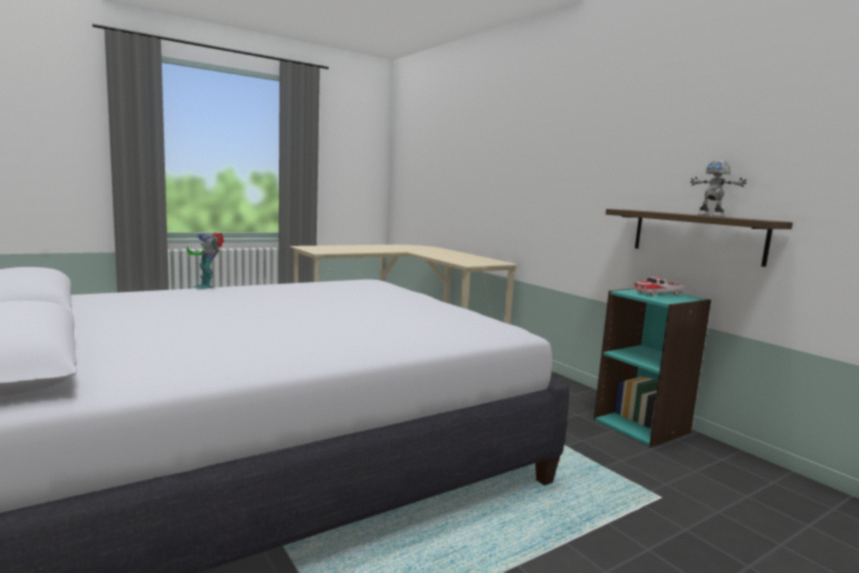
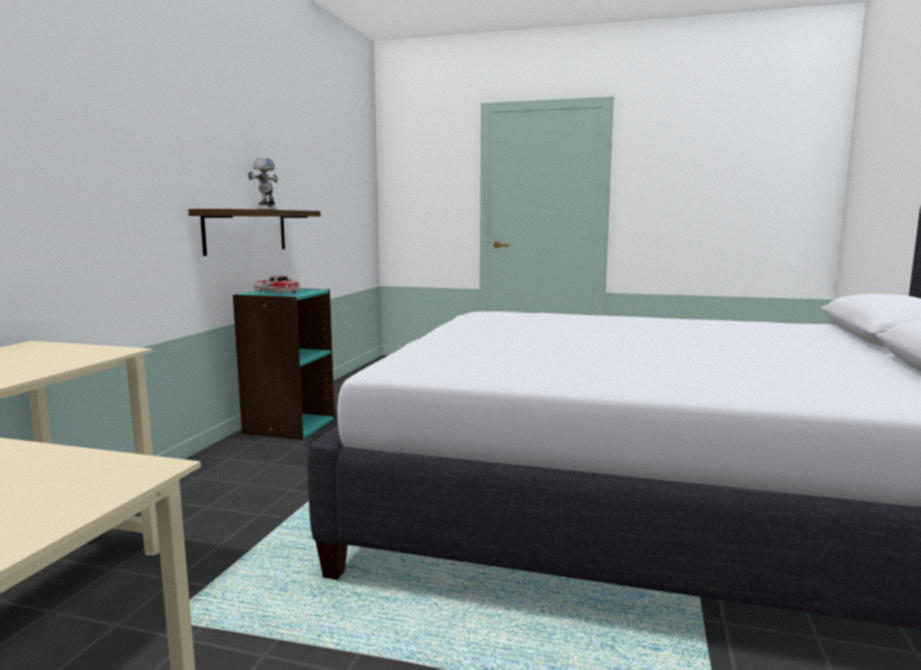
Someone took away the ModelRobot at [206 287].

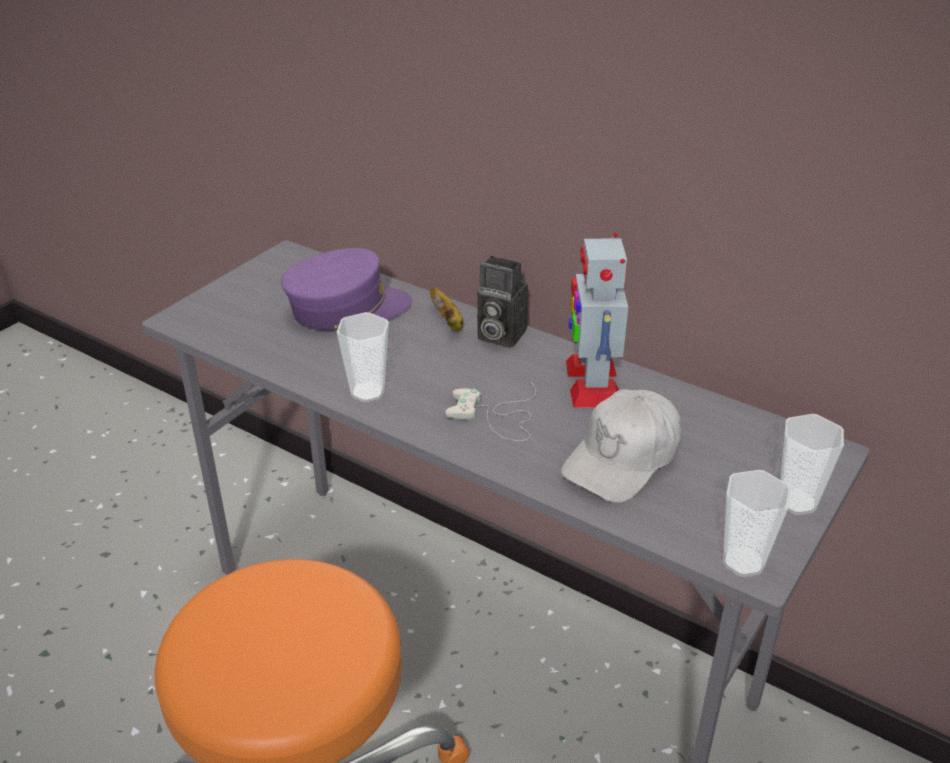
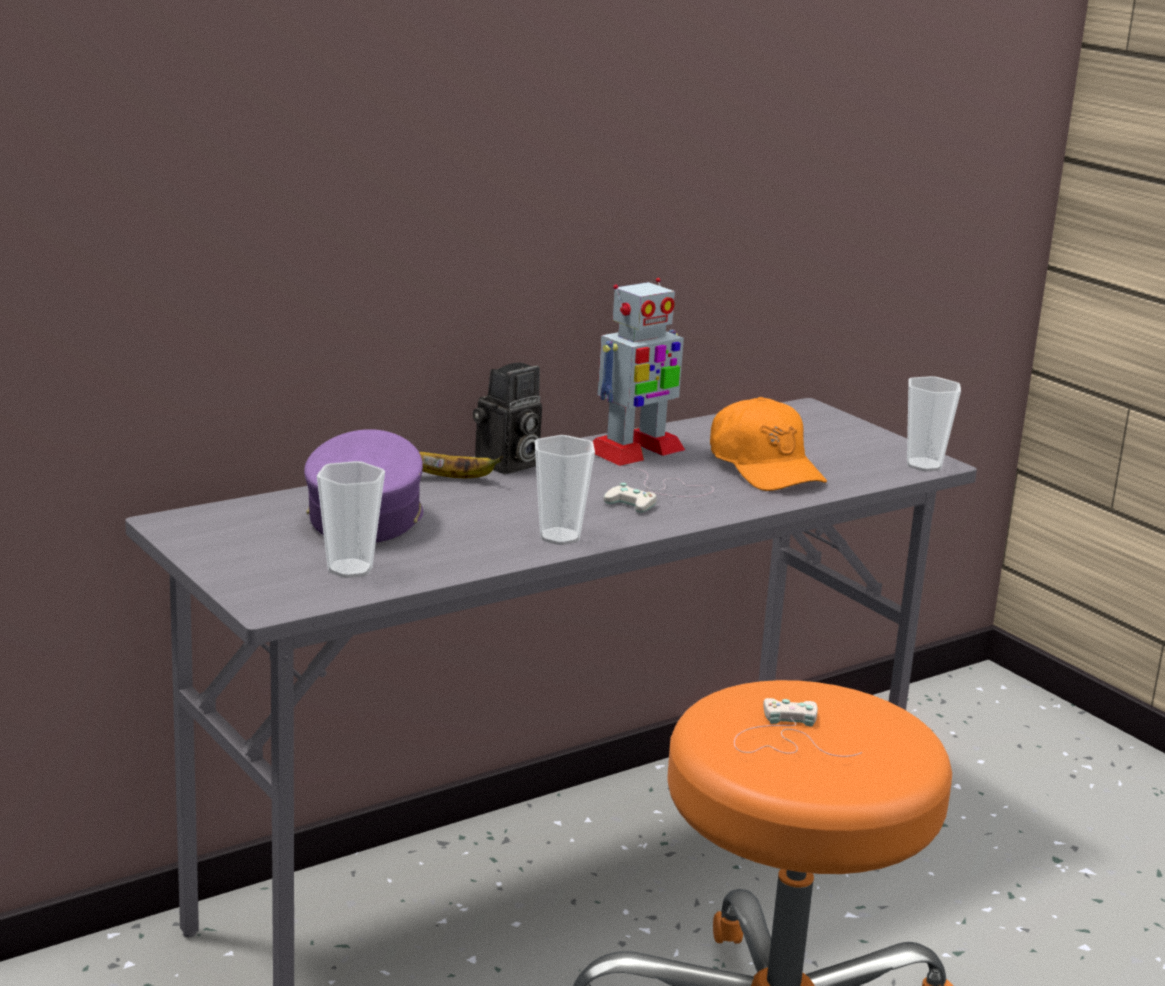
Someone rotated the ModelRobot at [592 382] by 60 degrees counterclockwise. Someone repainted the WhiteColouredPeakedCap at [623 459], which became the OrangeColouredPeakedCap at [764 468]. Someone carried the Cup from [796 502] to [350 569]. Someone put down the WhiteColouredGameController at [784 738].

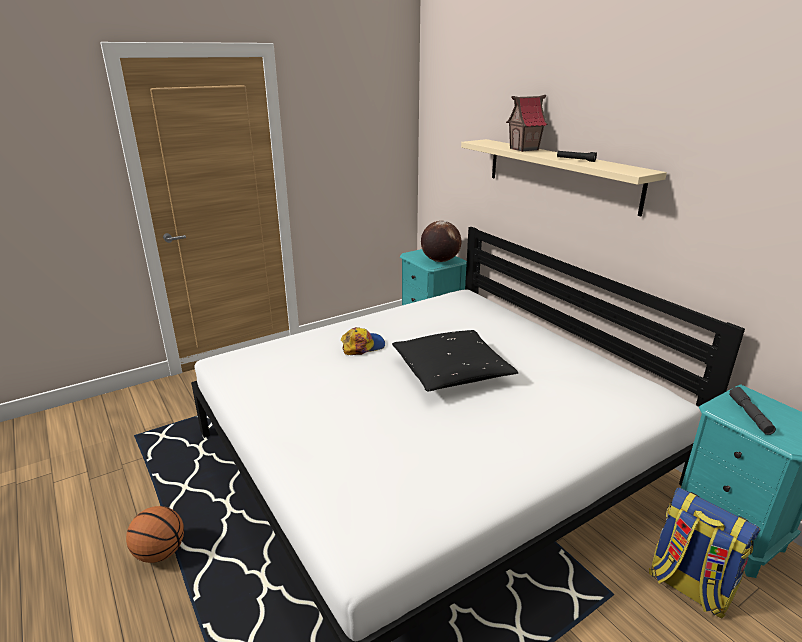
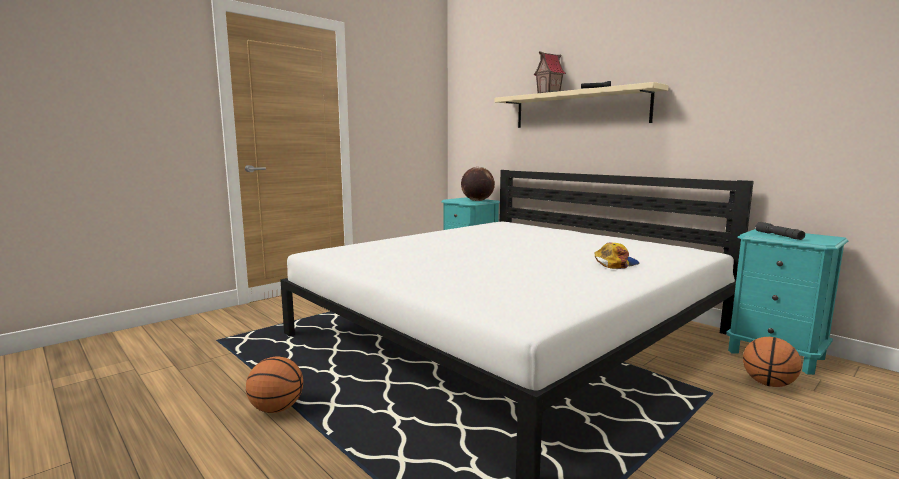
Someone carried the PeakedCap from [363 346] to [615 263]. Someone took away the BlackishPillow at [451 372]. Someone swapped the Rucksack at [688 586] for the BasketballBall at [768 384].

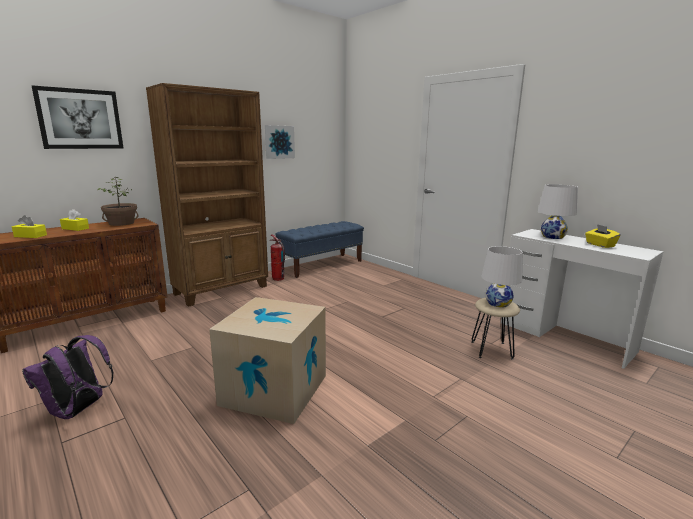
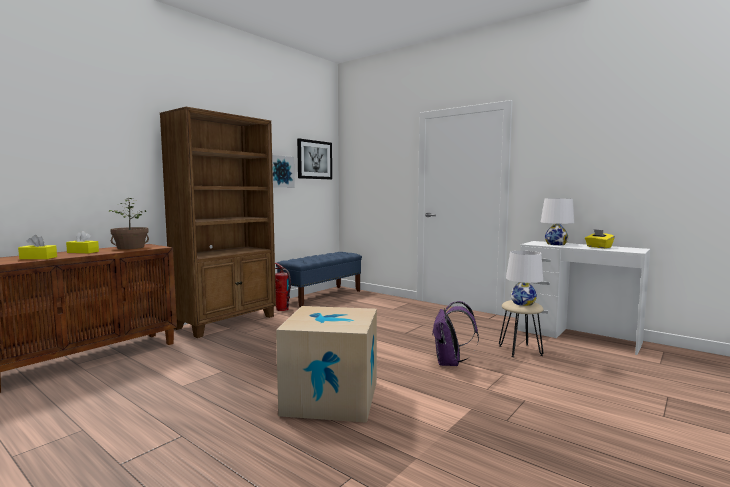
Someone carried the Picture from [80 119] to [314 160]. Someone carried the PurpleRucksack from [78 410] to [450 363].

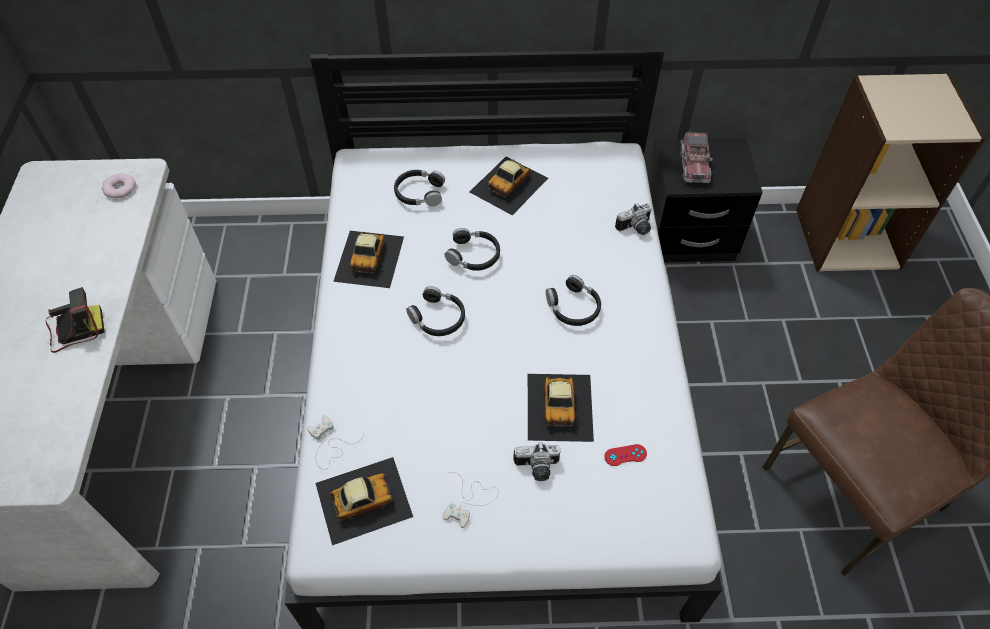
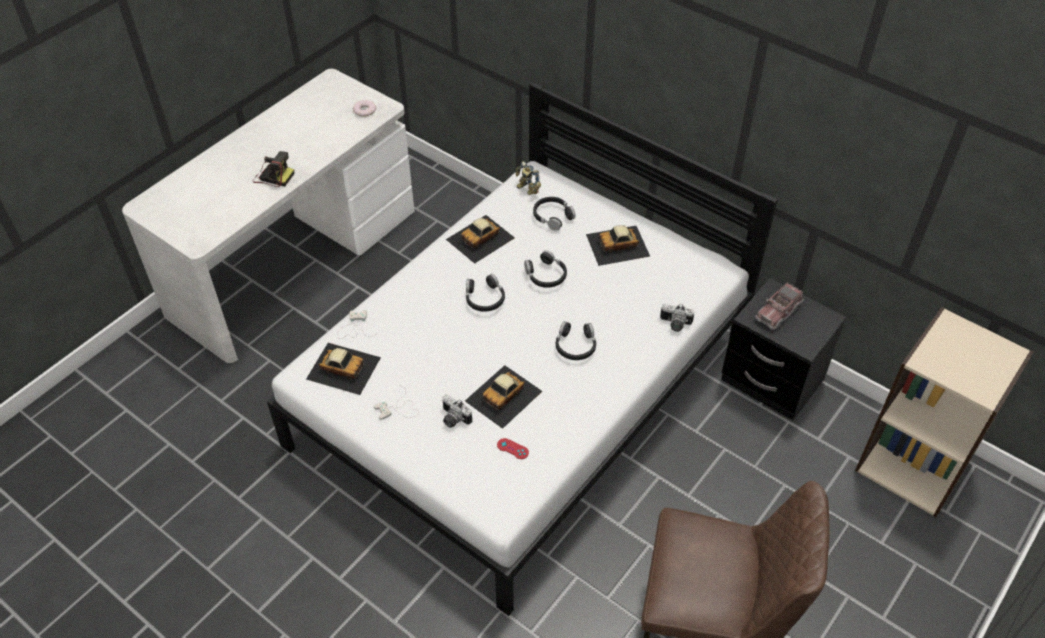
Someone put down the ModelRobot at [526 189].

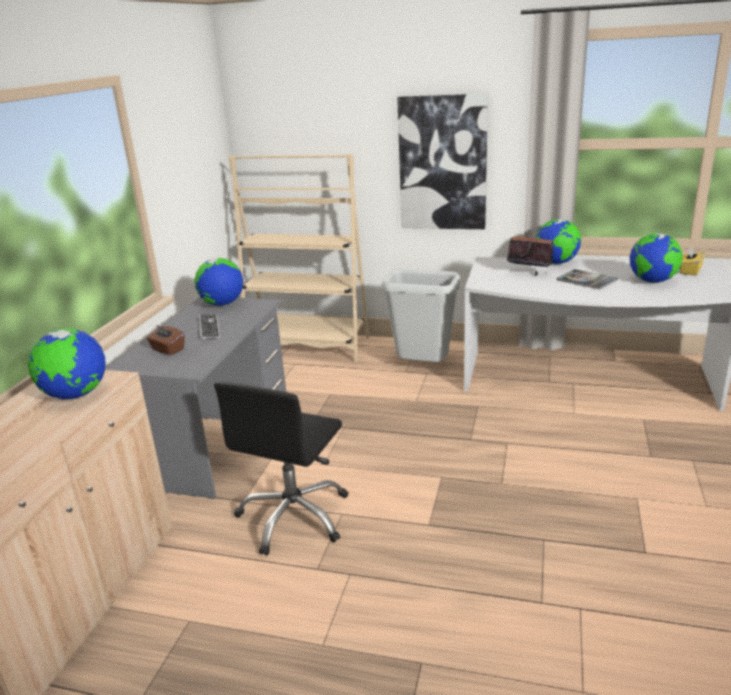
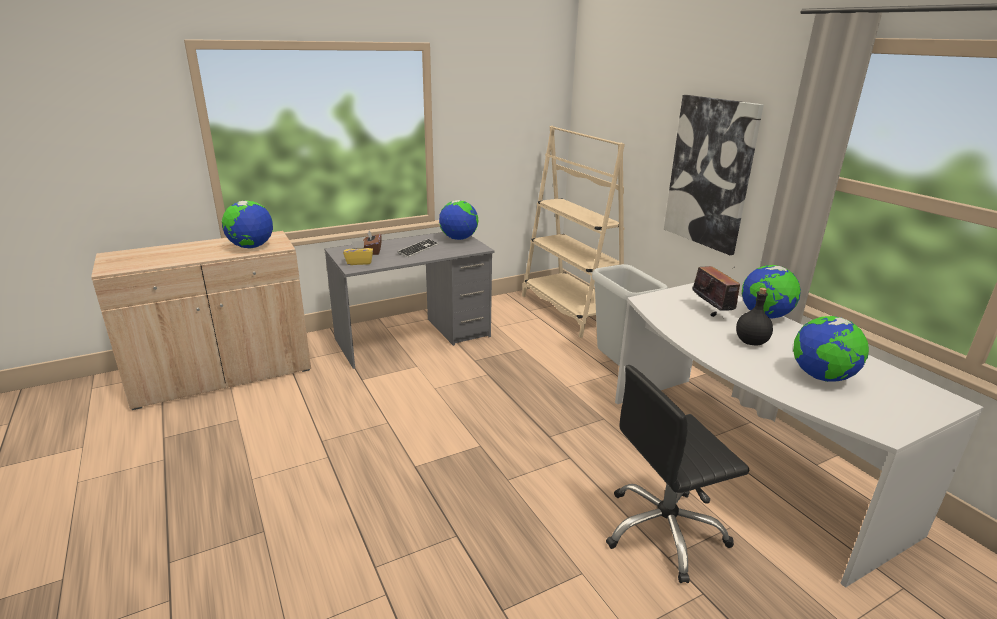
Someone carried the YellowTissueHolder from [690 271] to [359 262]. Someone swapped the Volume at [586 280] for the BlackishDrinkBottle at [751 342]. Someone carried the BlackishComputerChair from [294 516] to [664 531].

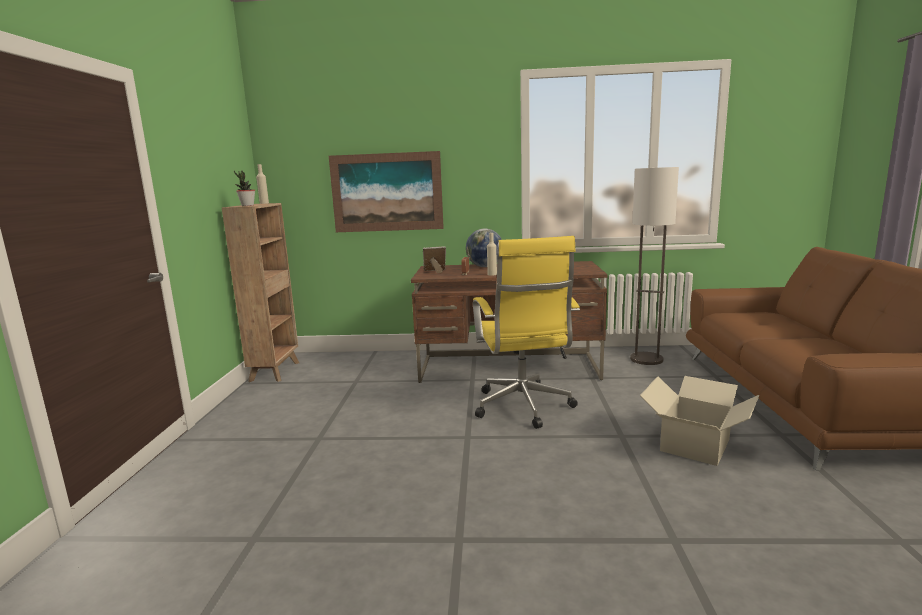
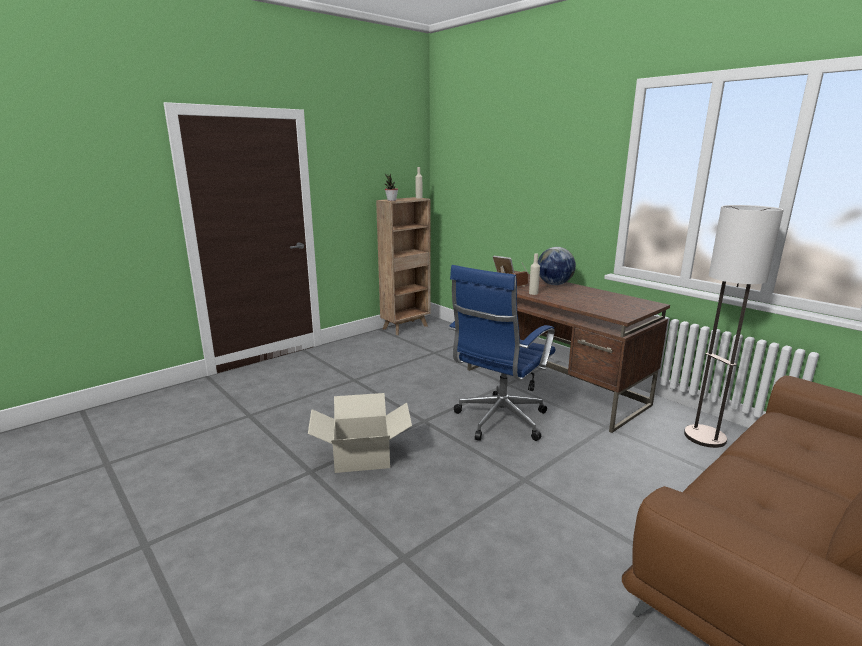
Someone took away the Picture at [387 192]. Someone repainted the YellowComputerChair at [523 408], which became the BlueComputerChair at [498 421]. Someone carried the Carton from [696 445] to [362 457].

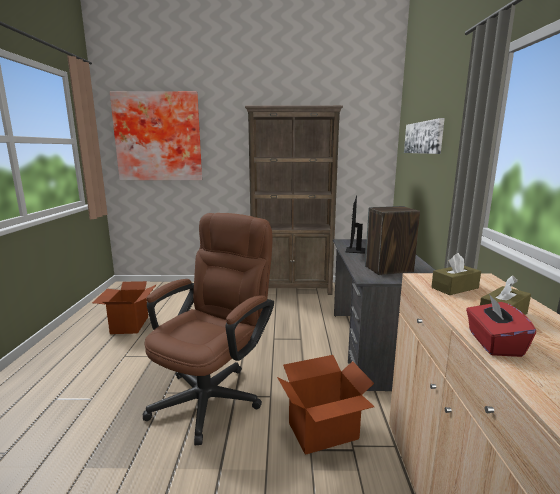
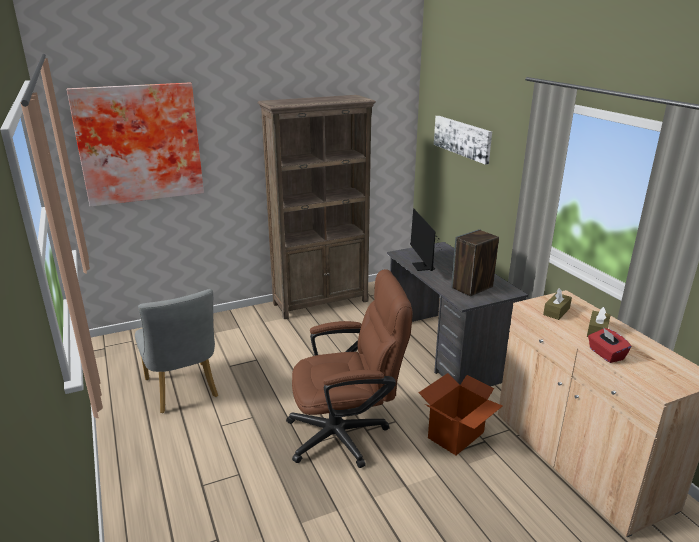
Someone rotated the BrownComputerChair at [213 394] by 75 degrees clockwise. Someone swapped the Carton at [129 325] for the GreyPlainChair at [183 391].

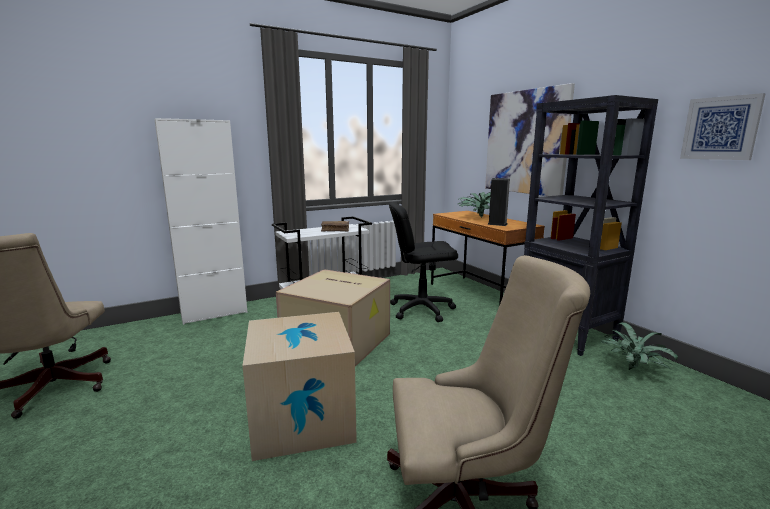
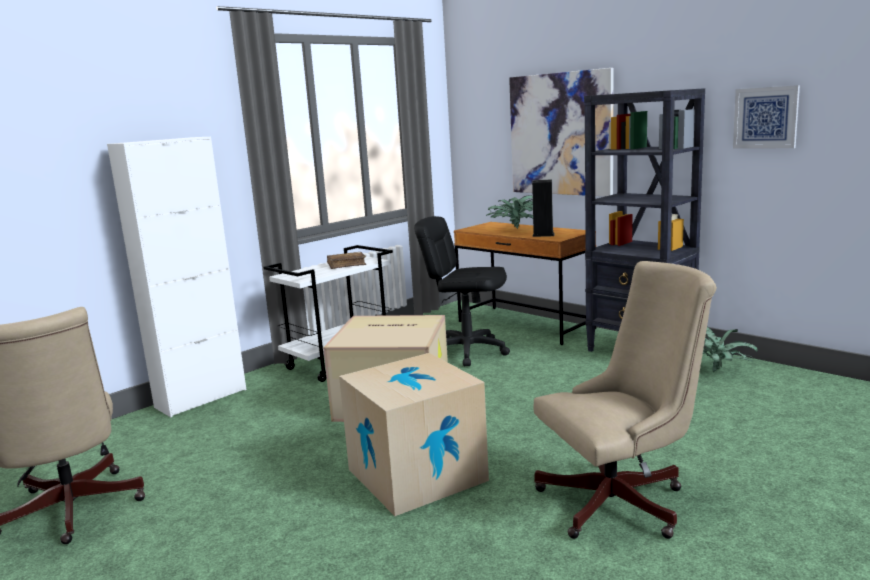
Someone rotated the BlackishComputerChair at [421 309] by 45 degrees clockwise.

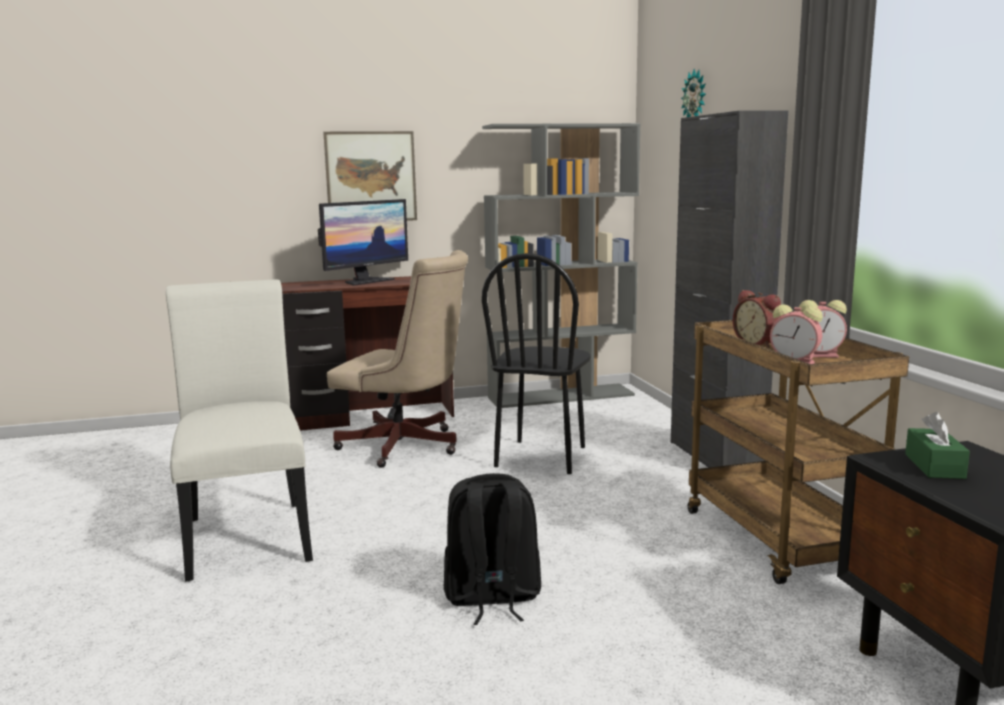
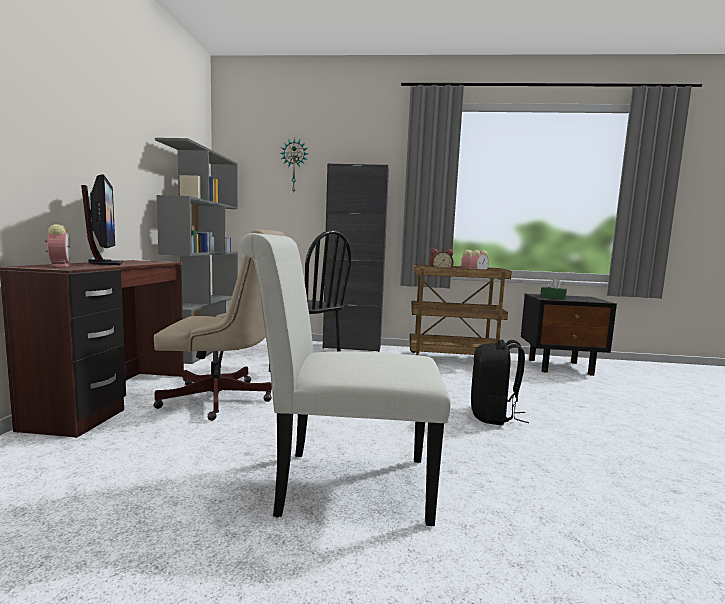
Someone took away the Picture at [371 177]. Someone rotated the SandColouredComputerChair at [406 447] by 45 degrees clockwise. Someone put down the AlarmClock at [60 266].

